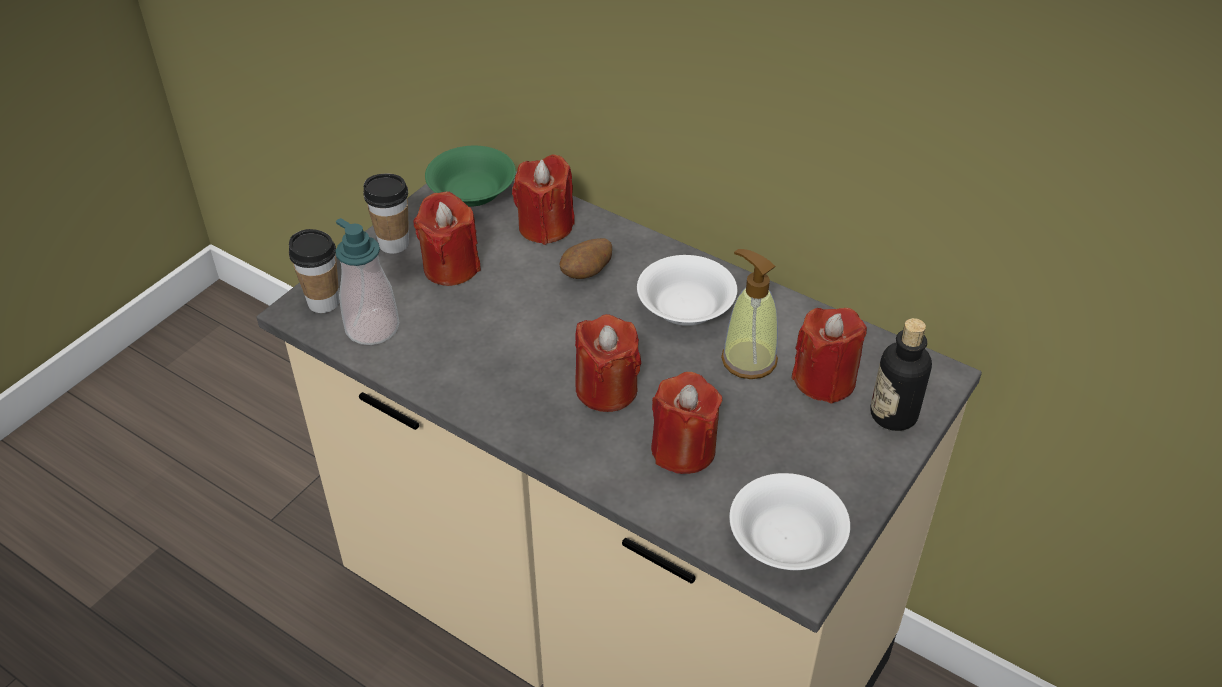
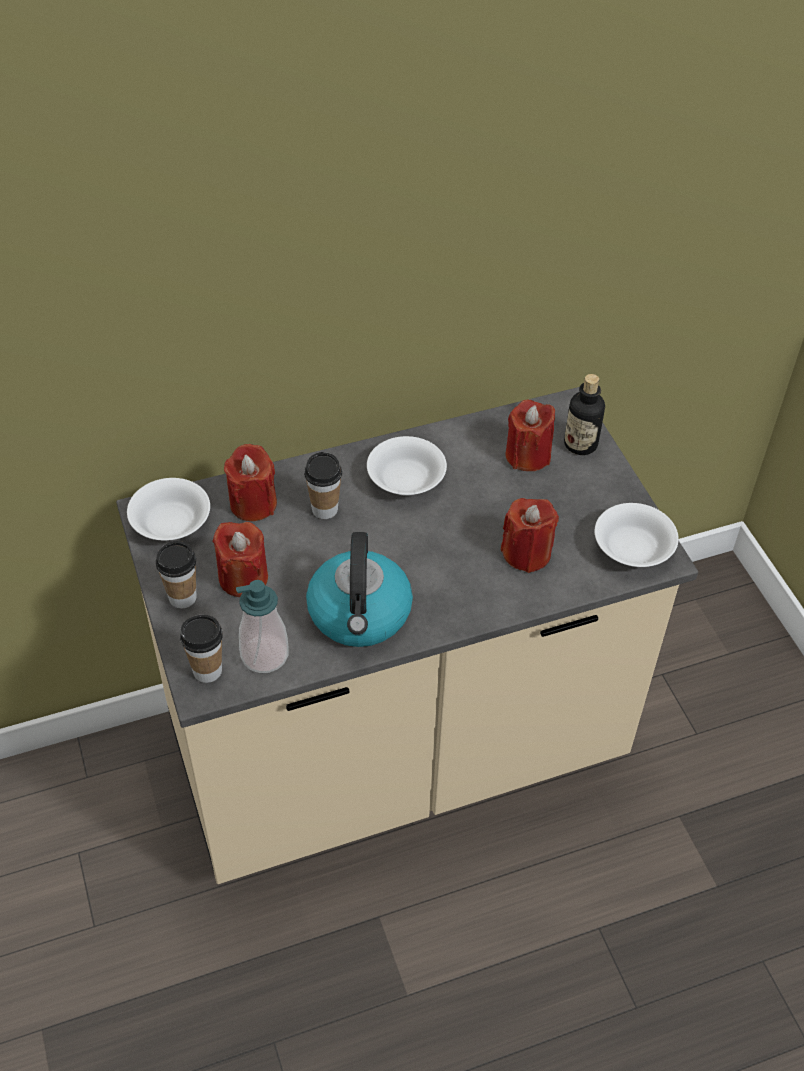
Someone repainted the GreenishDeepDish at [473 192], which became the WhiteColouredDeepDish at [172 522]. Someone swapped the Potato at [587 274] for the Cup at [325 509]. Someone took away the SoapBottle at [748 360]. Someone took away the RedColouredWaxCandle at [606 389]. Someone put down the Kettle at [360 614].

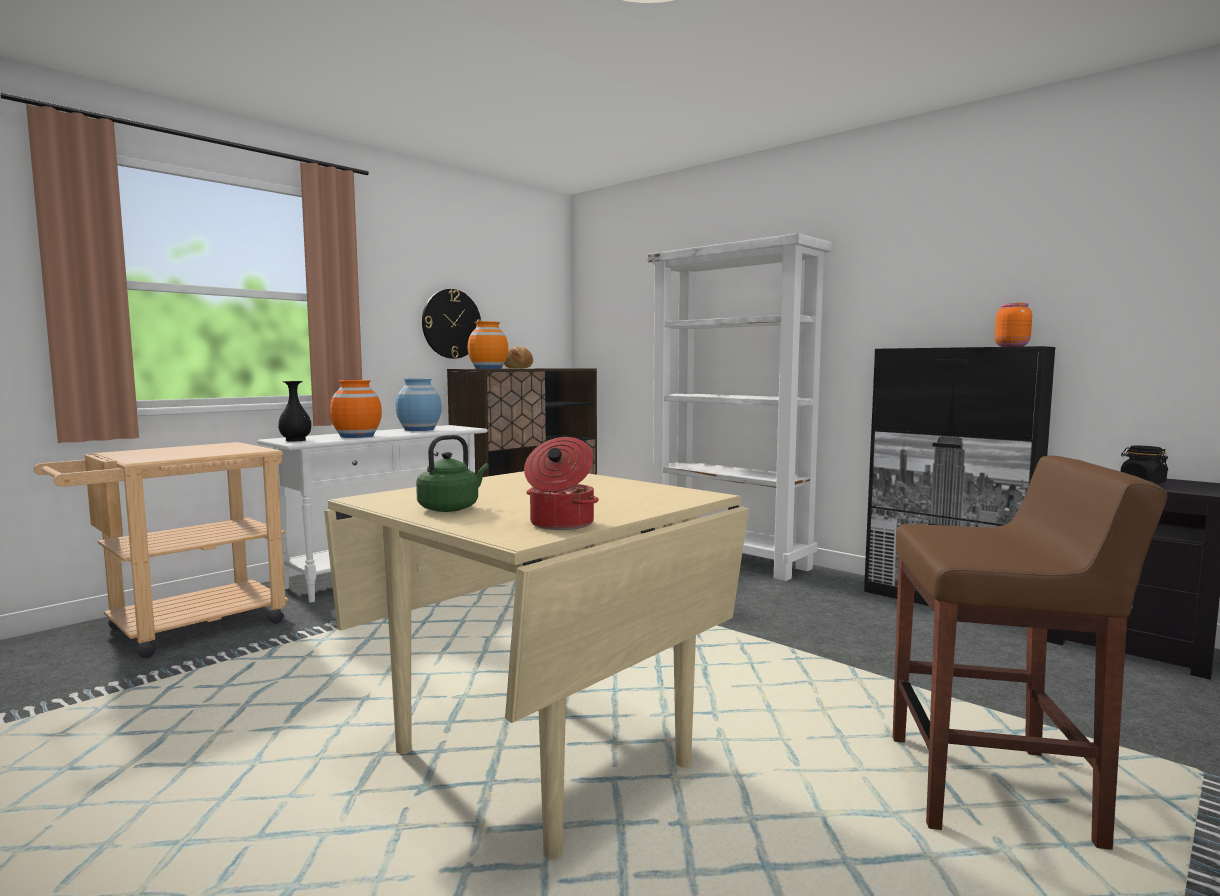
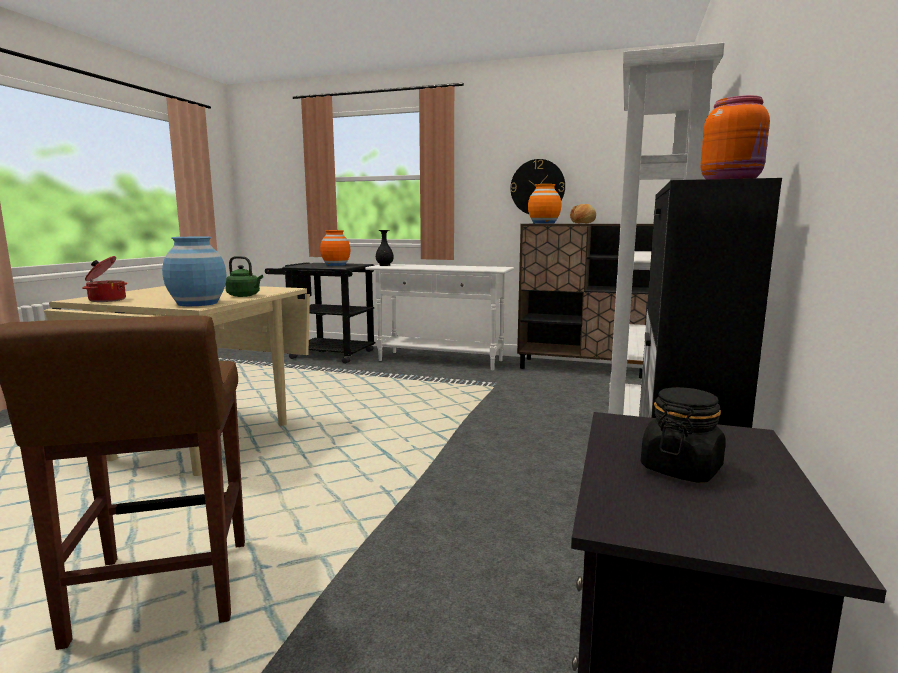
Someone carried the BlueFlowerVase from [419 429] to [197 303]. Someone carried the OrangeColouredFlowerVase from [357 436] to [335 265]. Someone carried the GreenishKettle from [451 508] to [245 296]. Someone repainted the SandColouredWheeledCart at [181 629], which became the BlackishWheeledCart at [325 354].

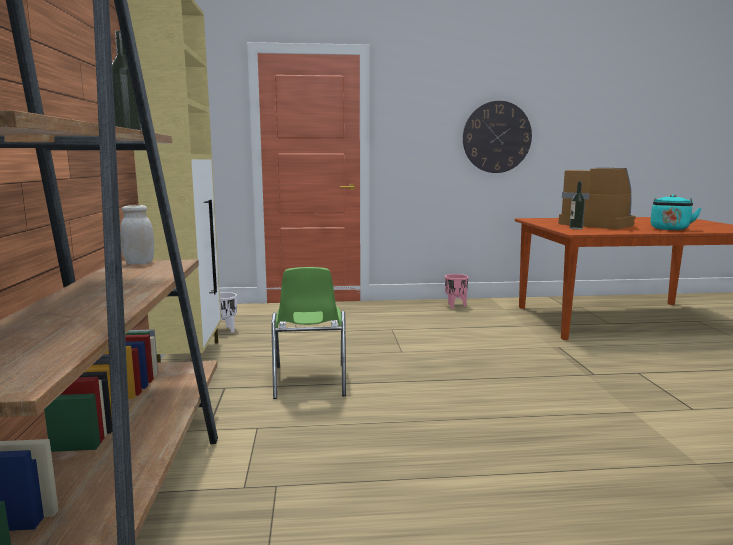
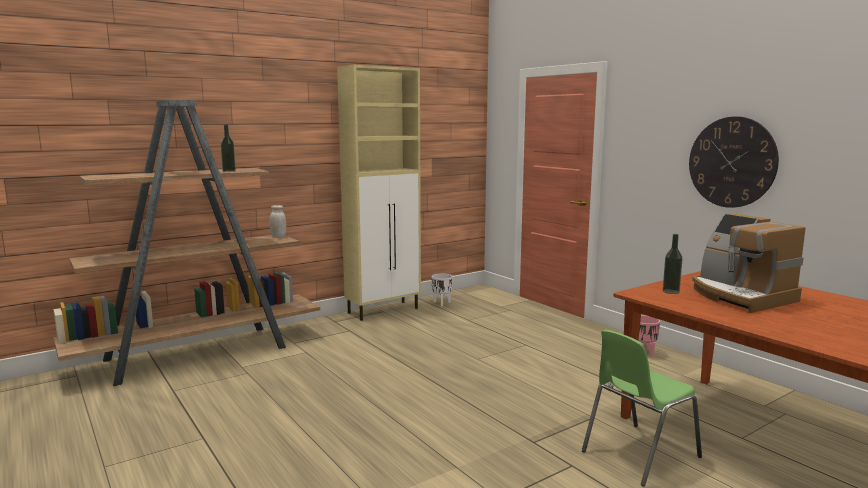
Someone rotated the CoffeeMaker at [597 224] by 135 degrees clockwise. Someone took away the TurquoiseColouredKettle at [670 229]. Someone carried the GreenishPlainChair from [309 381] to [638 454].

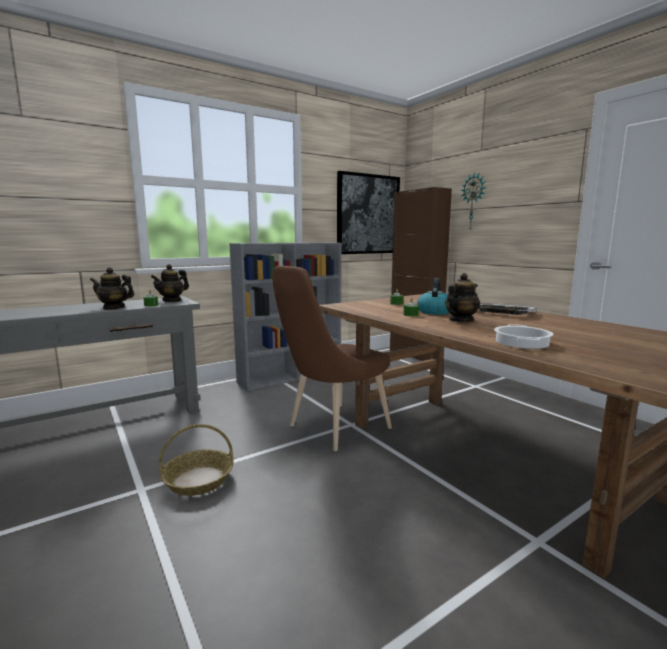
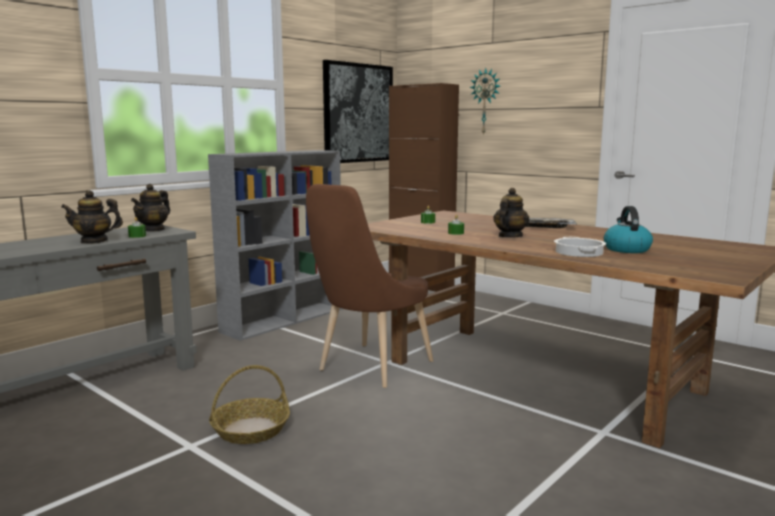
Someone carried the Kettle from [434 311] to [626 249].

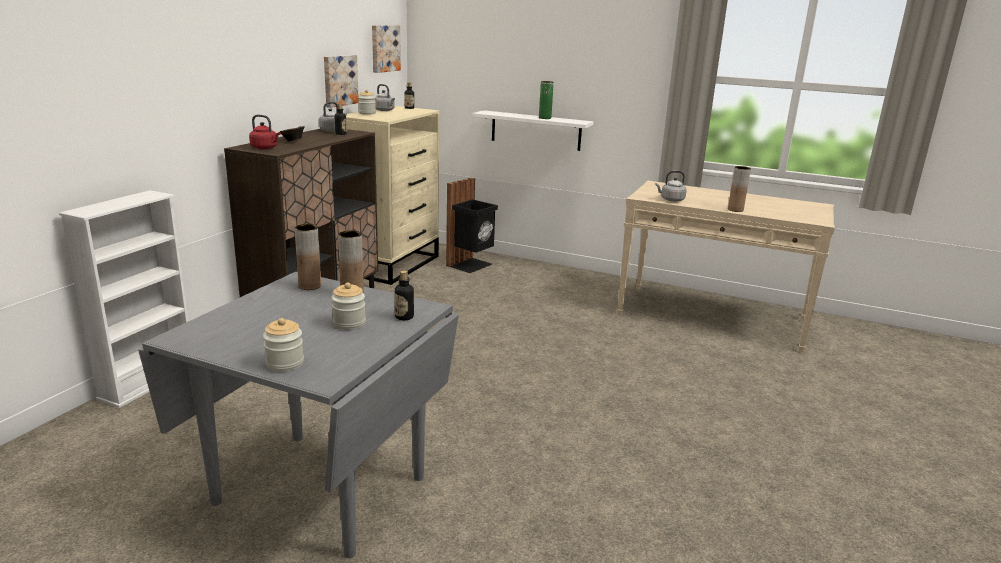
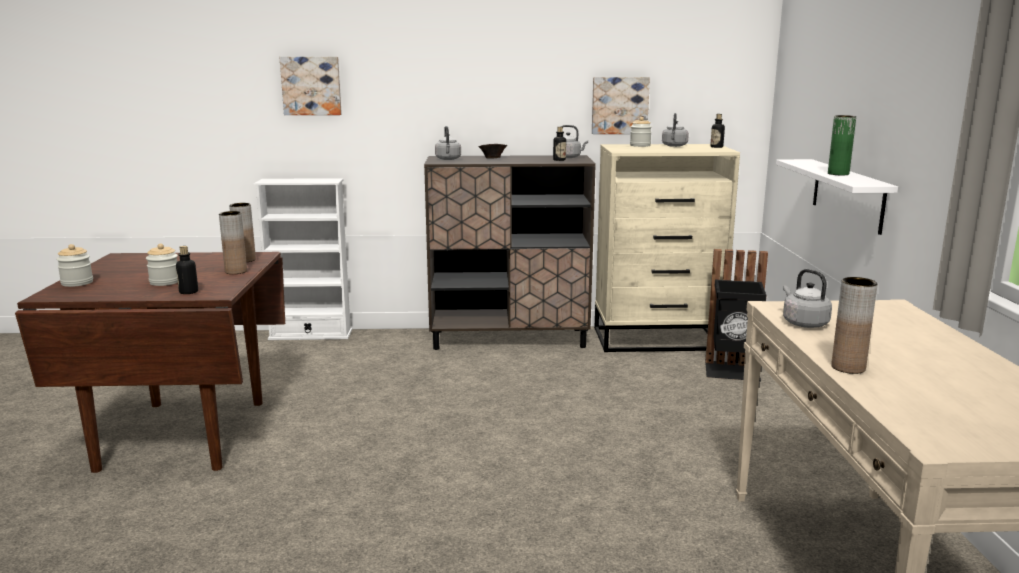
Someone carried the Picture from [384 48] to [311 86]. Someone repainted the RedColouredKettle at [265 148], which became the GreyKettle at [448 159]. Someone repainted the GreyDiningTable at [320 490], which became the BrownDiningTable at [182 434].

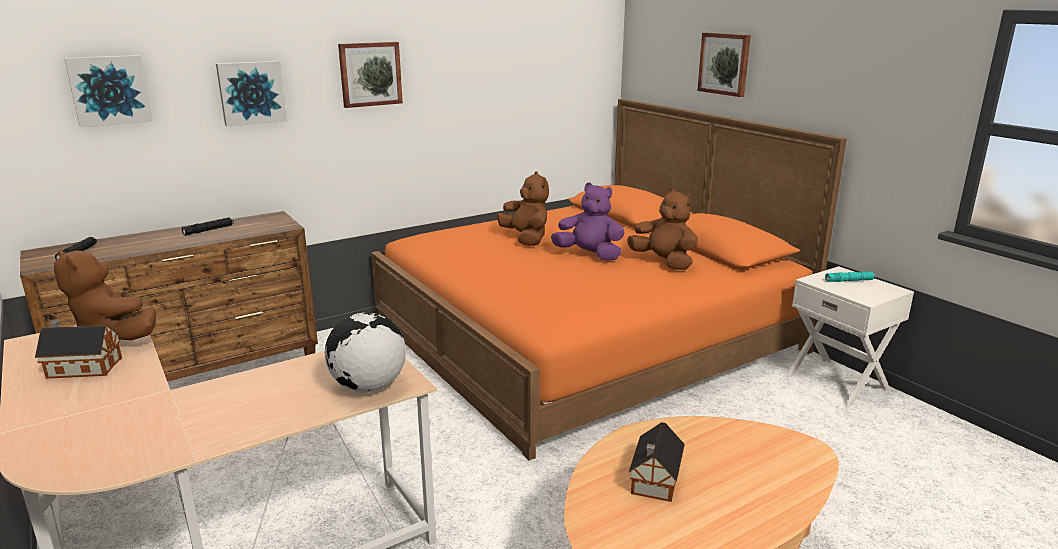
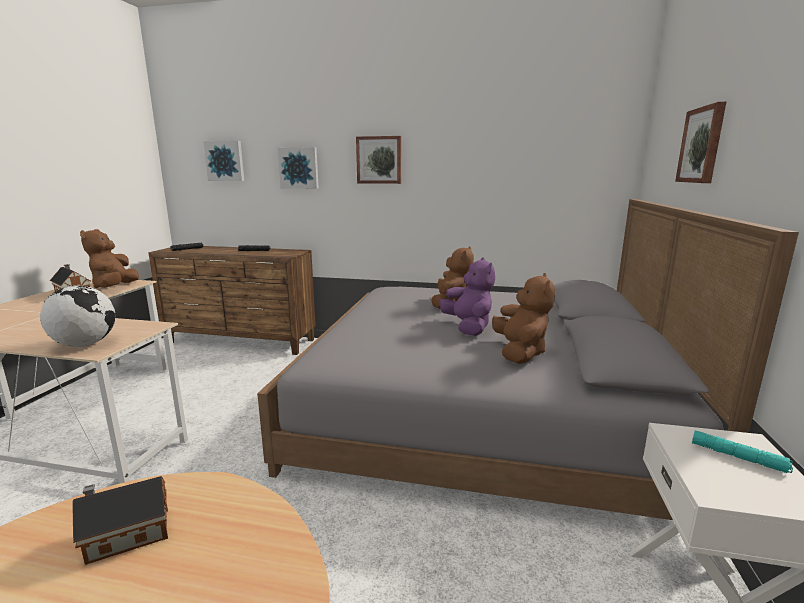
Someone repainted the OrangeColouredBedroomBed at [585 335], which became the GreyBedroomBed at [480 408].

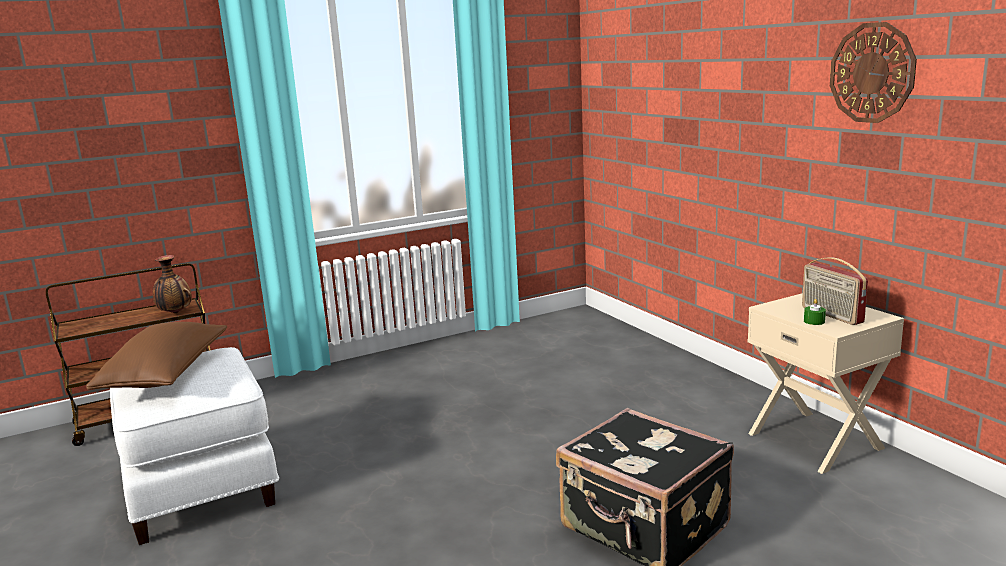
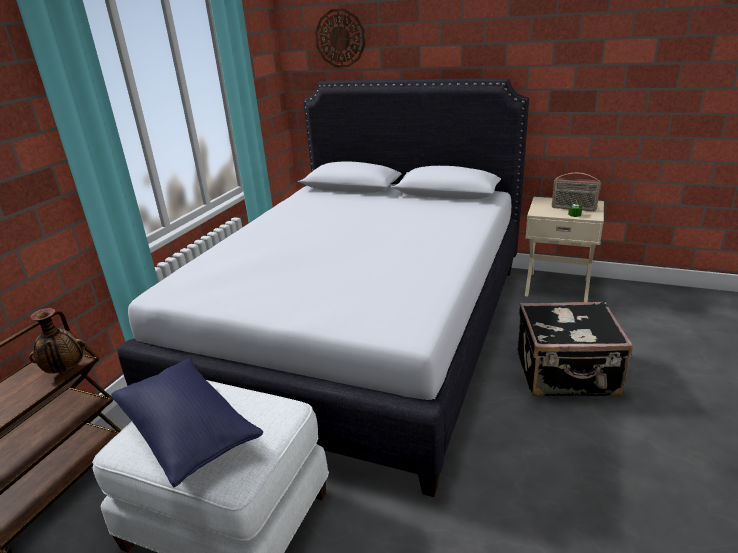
Someone carried the ClockOnTheWall from [872 73] to [340 38]. Someone repainted the BrownPillow at [167 375], which became the BluePillow at [188 432]. Someone put down the WhiteColouredBedroomBed at [361 331].

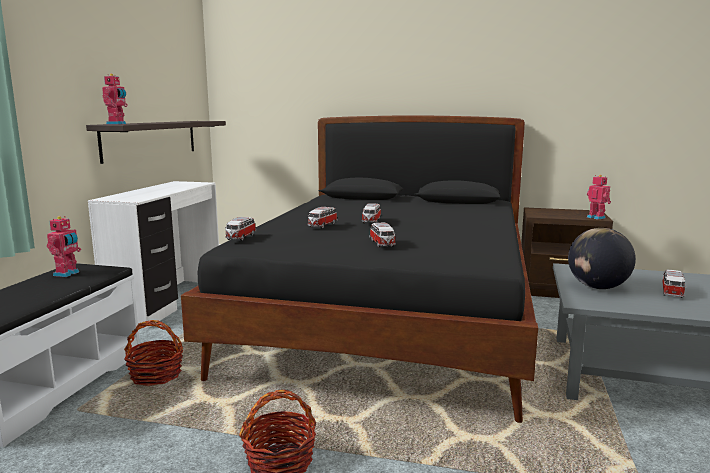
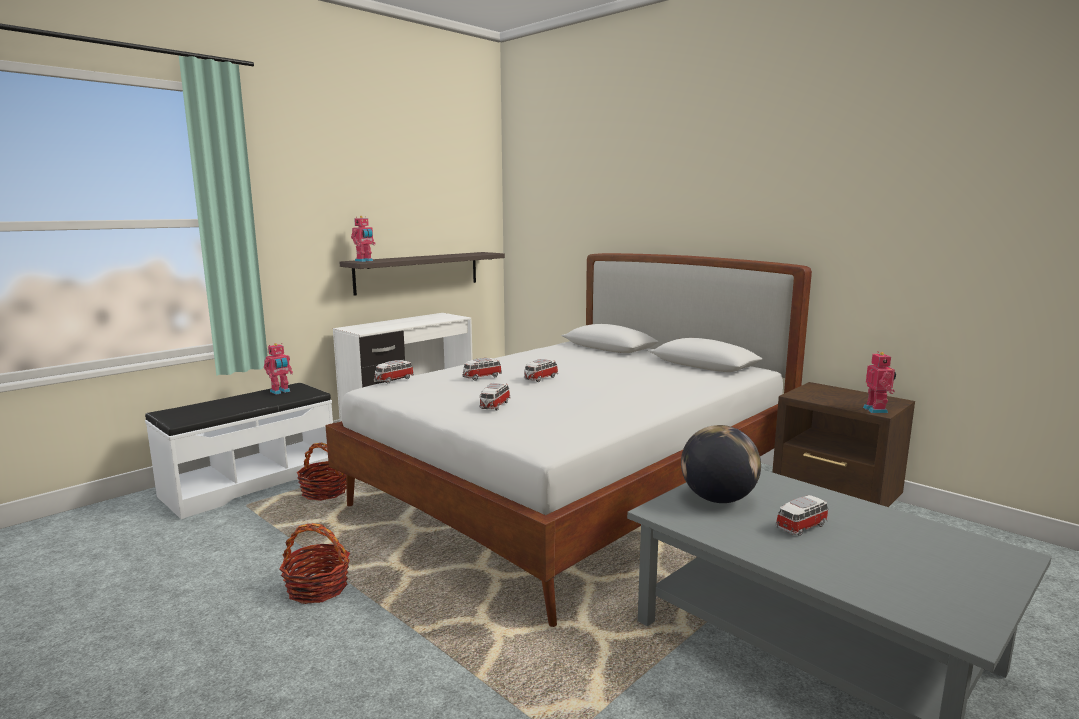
Someone repainted the BlackishBedroomBed at [391 320], which became the WhiteColouredBedroomBed at [578 490].

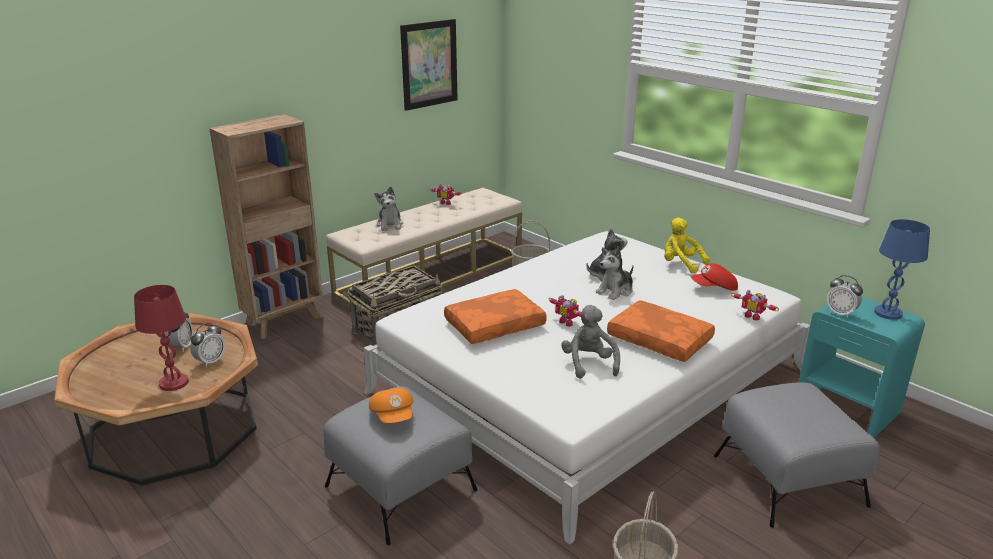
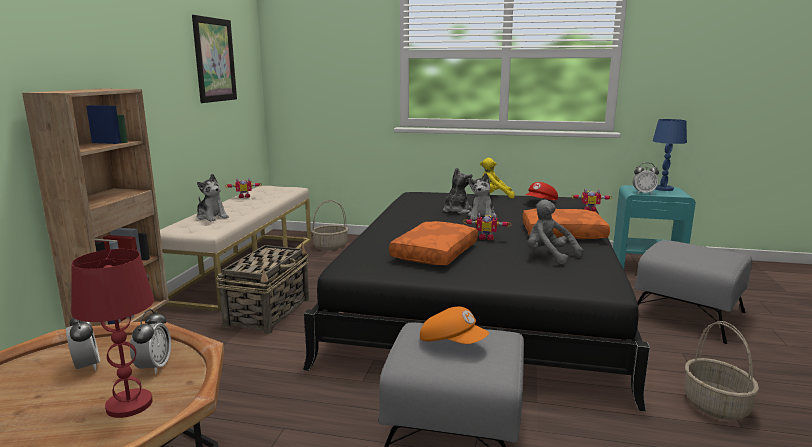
Someone repainted the WhiteColouredBedroomBed at [589 380], which became the BlackishBedroomBed at [482 300].

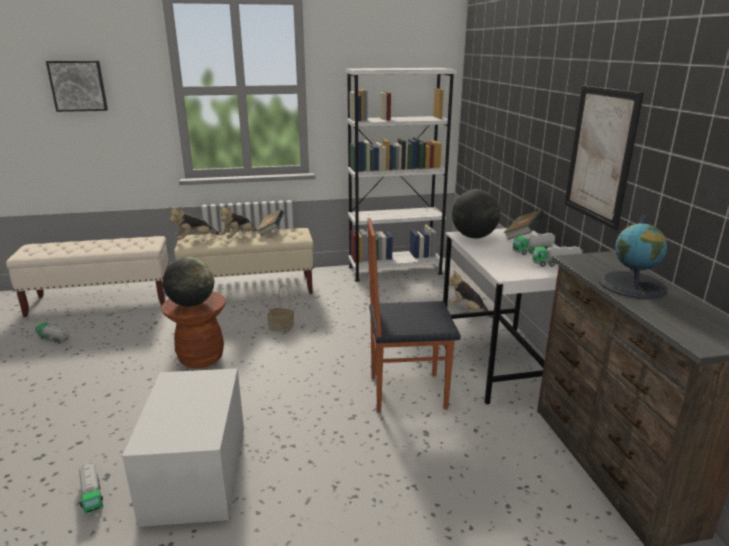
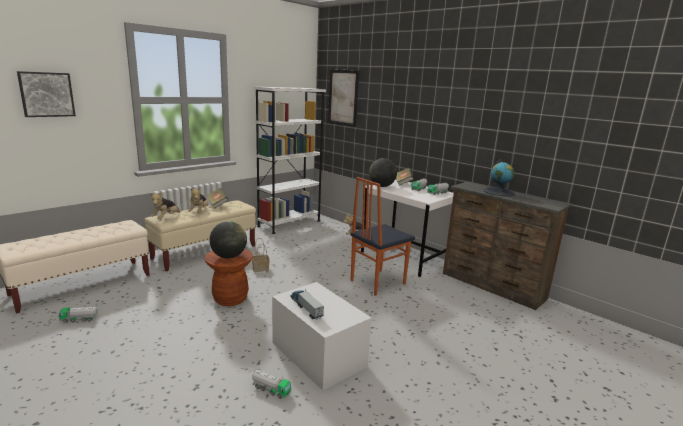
Someone carried the Picture from [600 155] to [343 97]. Someone put down the ToyTruck at [305 307].

